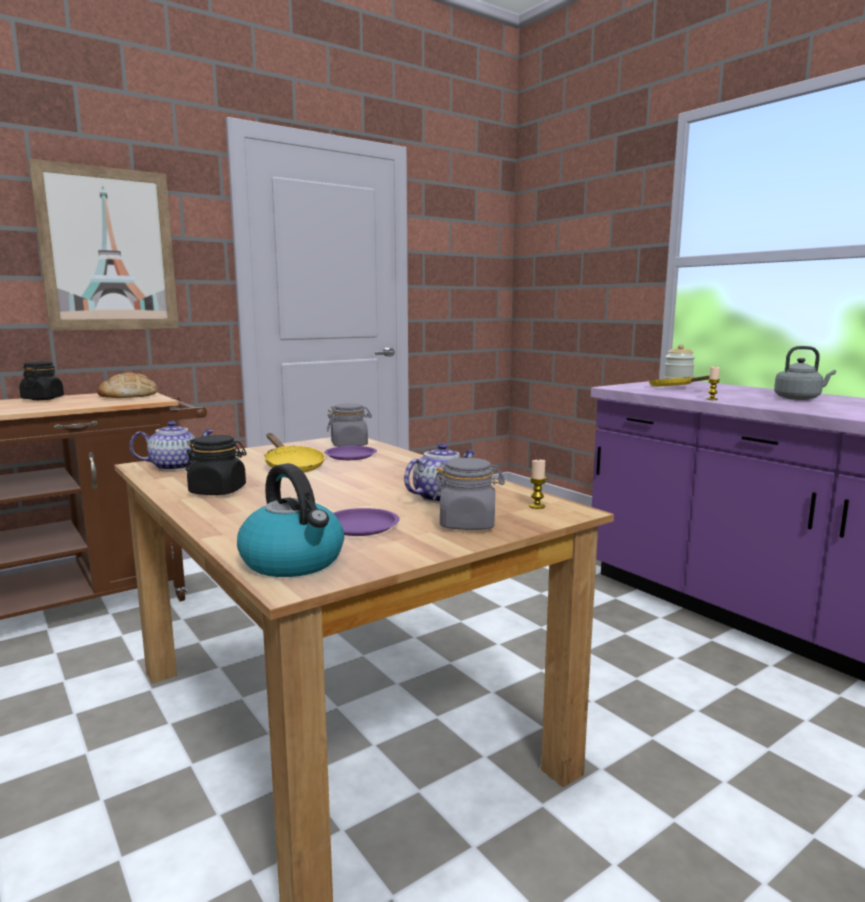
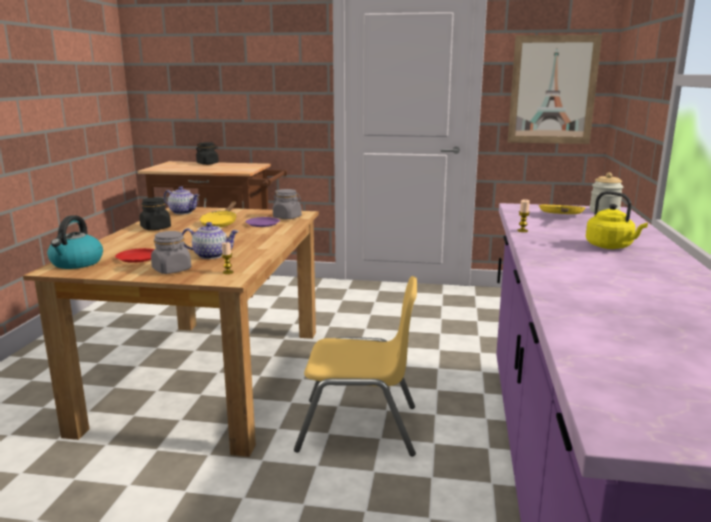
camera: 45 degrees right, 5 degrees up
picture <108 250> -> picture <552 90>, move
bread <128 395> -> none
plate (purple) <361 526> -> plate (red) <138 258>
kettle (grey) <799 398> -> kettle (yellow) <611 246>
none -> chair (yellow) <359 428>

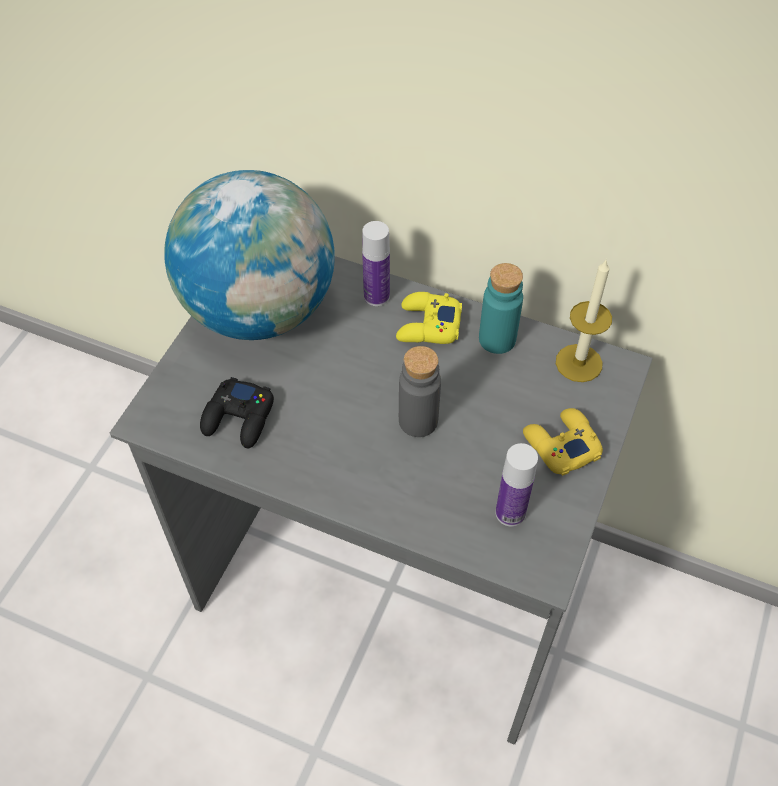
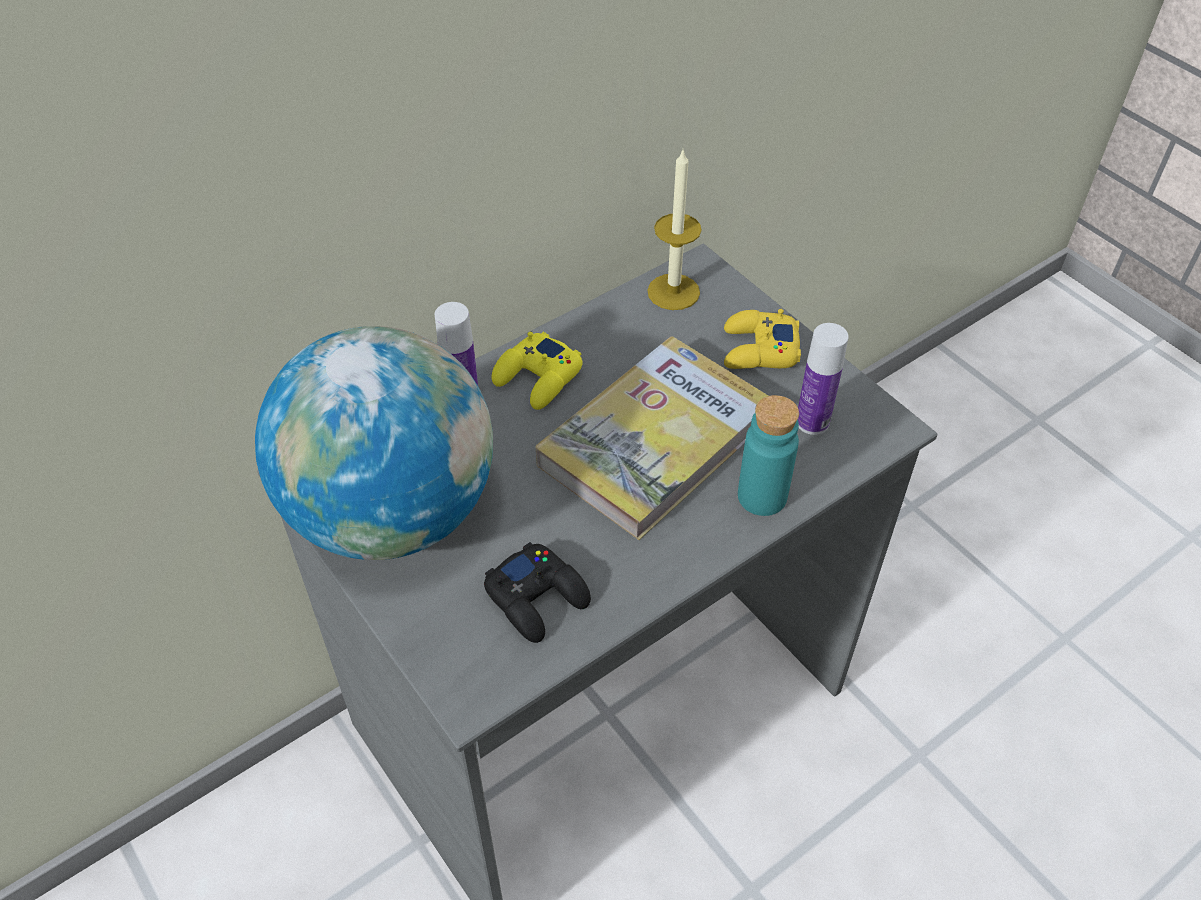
camera: 60 degrees left, 5 degrees down
bottle (grey) <418 421> -> book <655 441>
bottle (turquoise) <497 339> -> bottle (turquoise) <762 496>, move

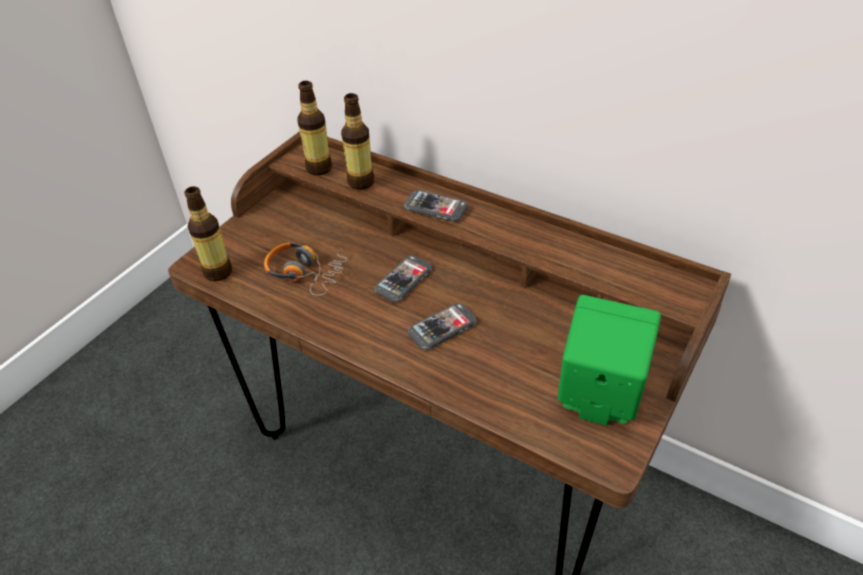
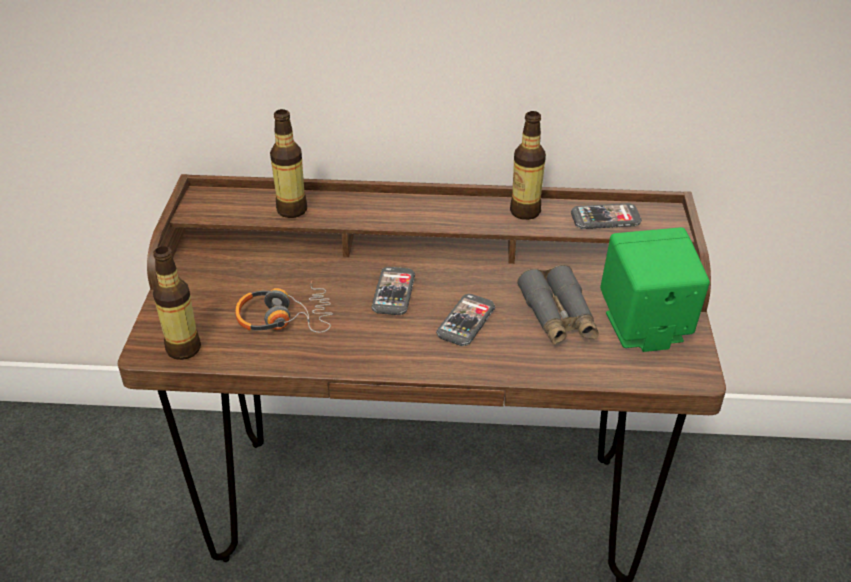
camera: 30 degrees left, 5 degrees down
bottle <319 168> -> bottle <525 212>, move
phone <435 207> -> phone <605 218>, move
none -> binoculars (grey) <558 316>

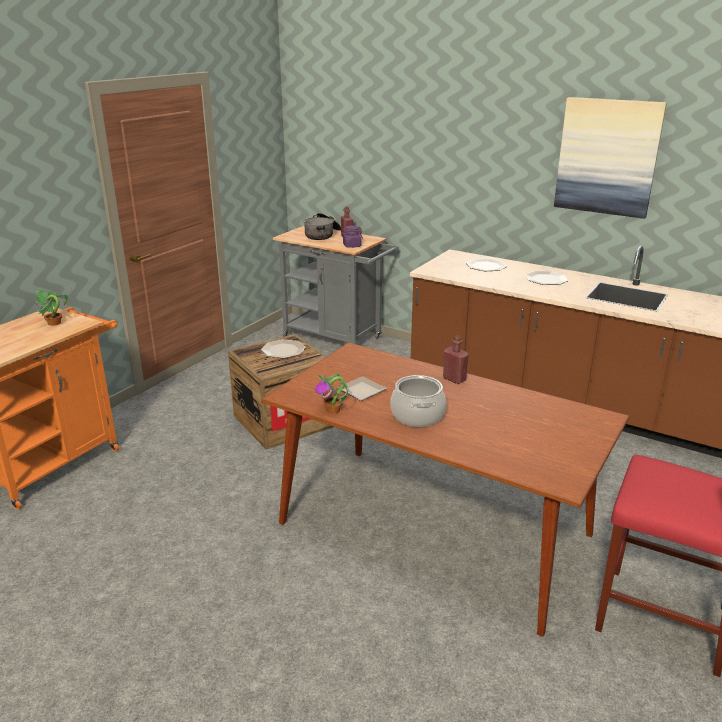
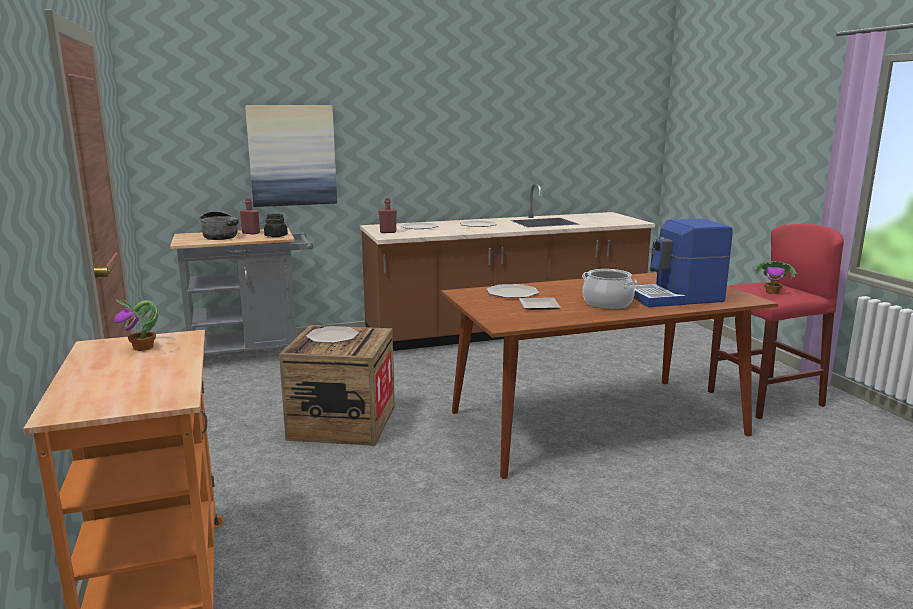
camera: 50 degrees left, 10 degrees down
potted plant <333 410> -> potted plant <772 292>, move
jar (purple) <352 246> -> jar (black) <276 236>
bottle (red) <454 379> -> bottle (red) <388 232>, move
picture <607 157> -> picture <292 155>, move
none -> plate <512 293>
none -> coffee machine <676 298>

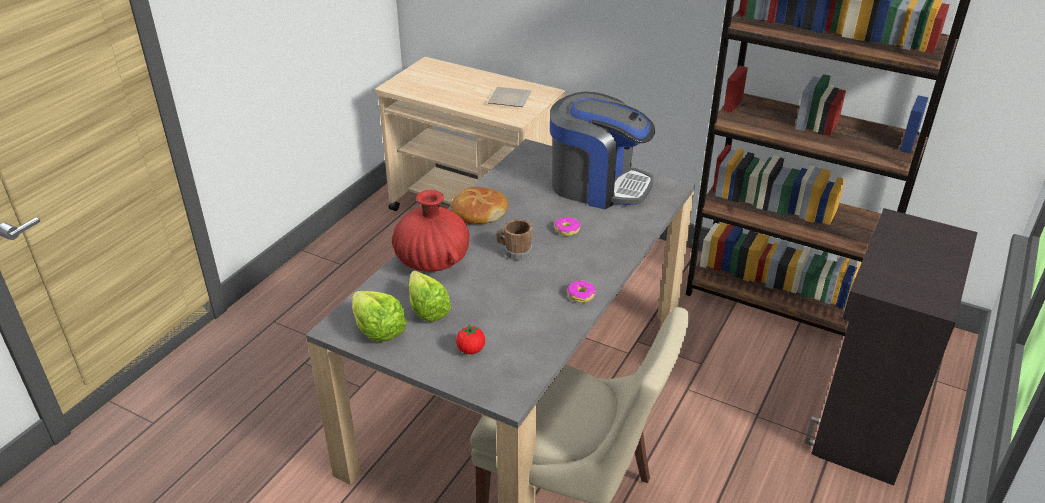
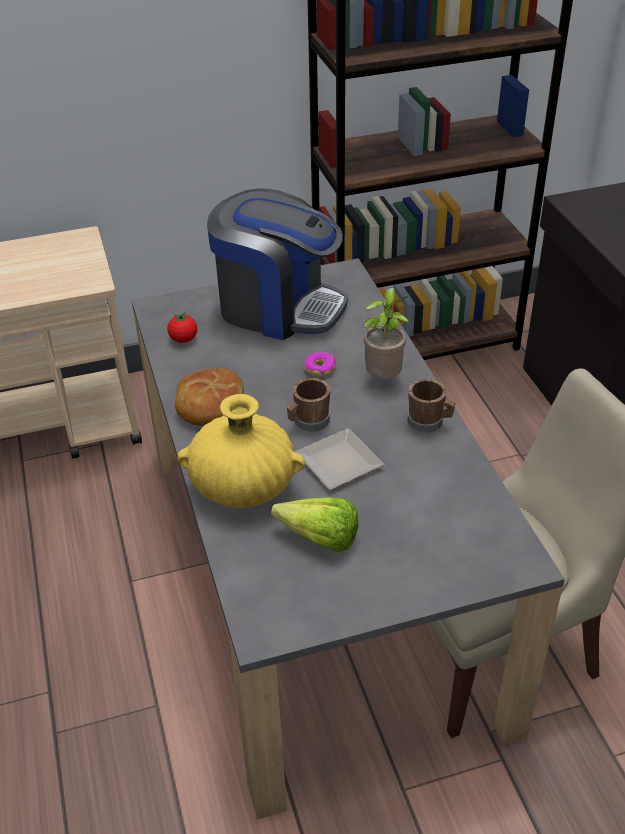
camera: 45 degrees left, 5 degrees up
lettuce <378 329> -> none
vase (red) <432 261> -> vase (yellow) <243 486>
tomato <471 350> -> tomato <183 339>, move
plate <508 100> -> plate <338 464>, move
coffee machine <597 185> -> coffee machine <278 307>, 45 degrees clockwise
donut <581 295> -> mug (brown) <429 422>
none -> potted plant <384 378>

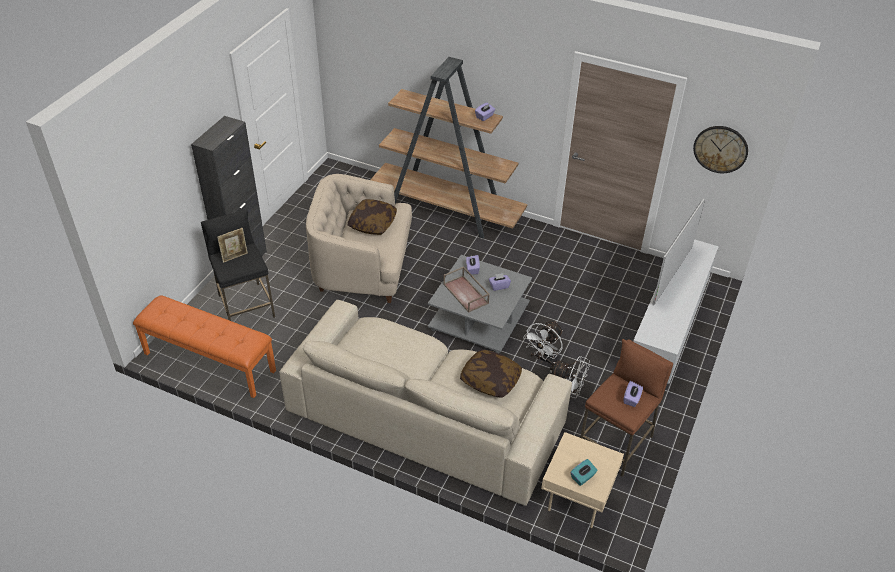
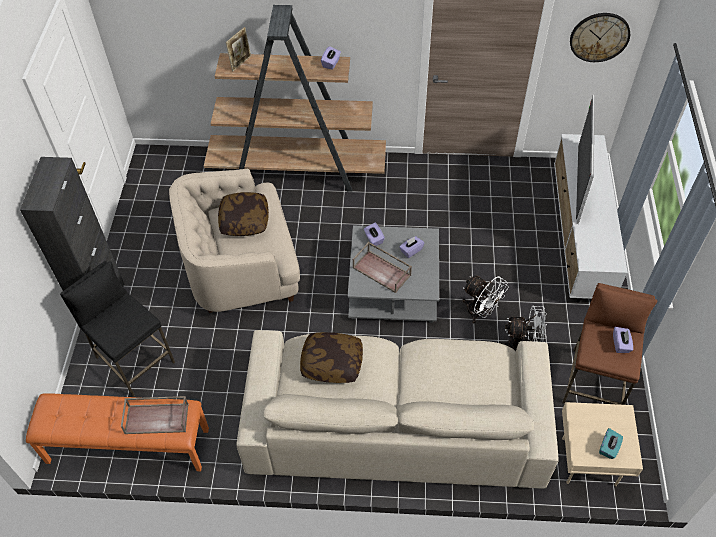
camera: 20 degrees left, 10 degrees up
picture frame <235 257> -> picture frame <240 63>, move
pillow <490 380> -> pillow <332 363>, move
fan (white) <543 359> -> fan (white) <480 312>, 60 degrees counterclockwise
none -> tray (brown) <157 418>

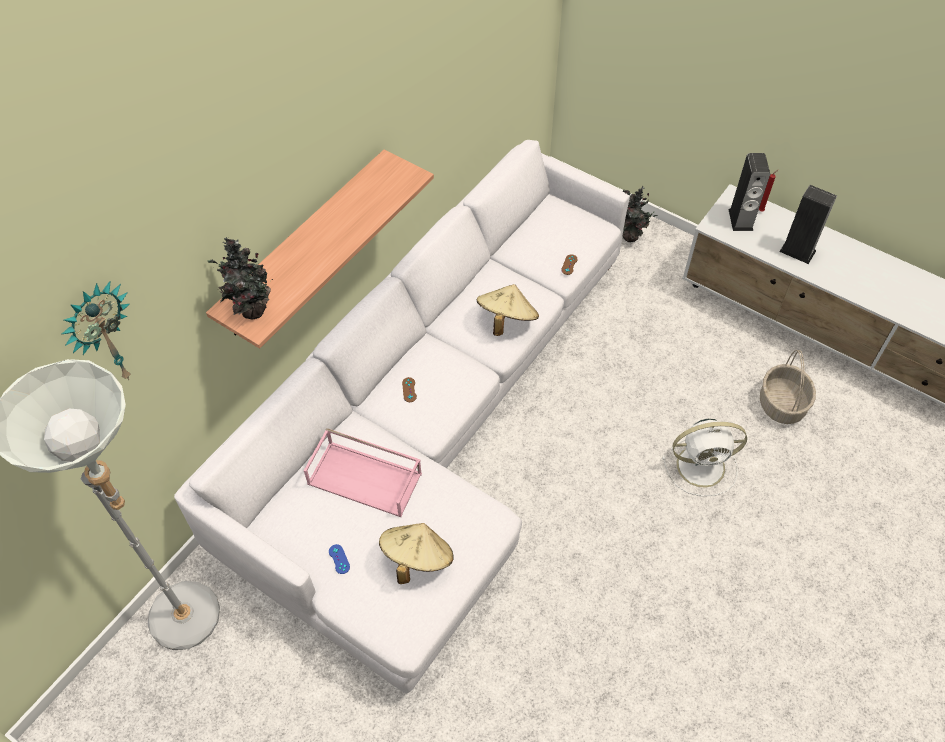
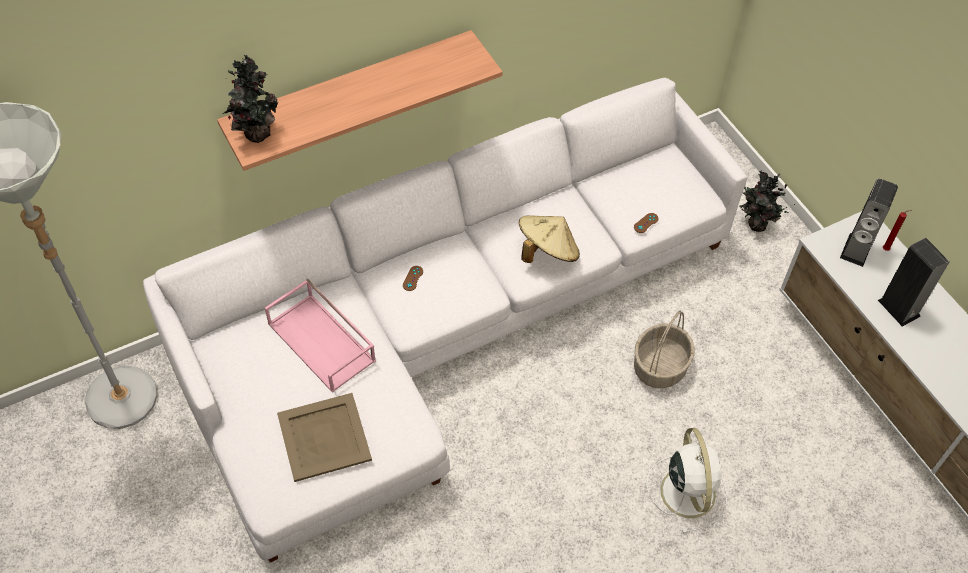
camera: 25 degrees right, 0 degrees up
wall clock <102 335> -> none
game controller (blue) <339 559> -> none
hat (beige) <416 558> -> tray (beige) <323 436>
fan (white) <703 466> -> fan (white) <687 490>, 120 degrees counterclockwise
basket <782 405> -> basket <660 367>, move

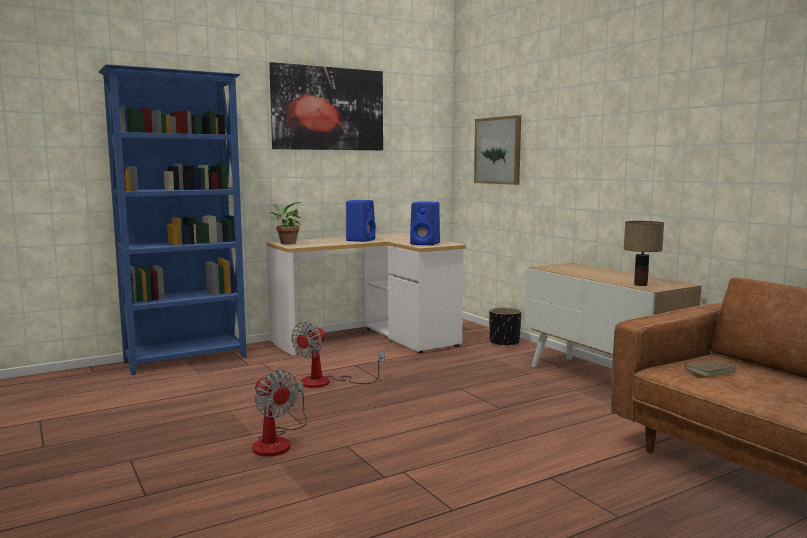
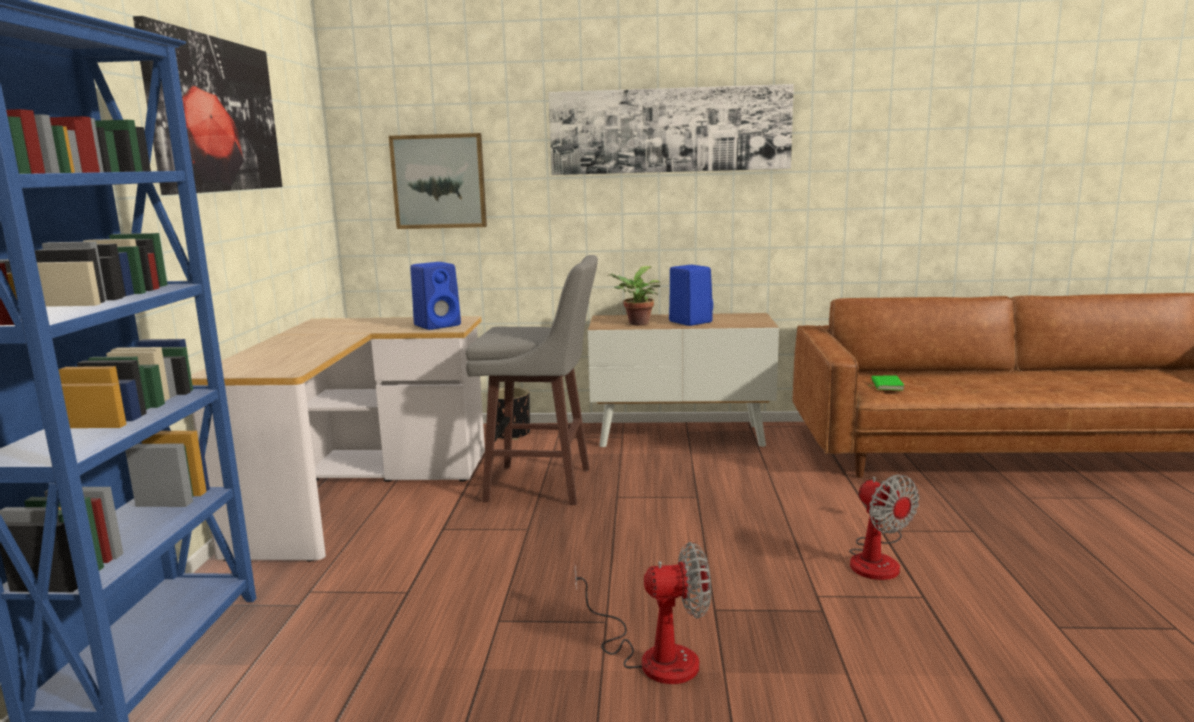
camera: 55 degrees left, 5 degrees up
potted plant <286 243> -> potted plant <636 324>, move
fan <326 382> -> fan <877 559>, move
speaker (blue) <360 240> -> speaker (blue) <689 322>, move
table lamp <641 285> -> none
book (brown) <708 370> -> book (green) <885 385>
none -> stool (grey) <542 485>
none -> picture <669 130>

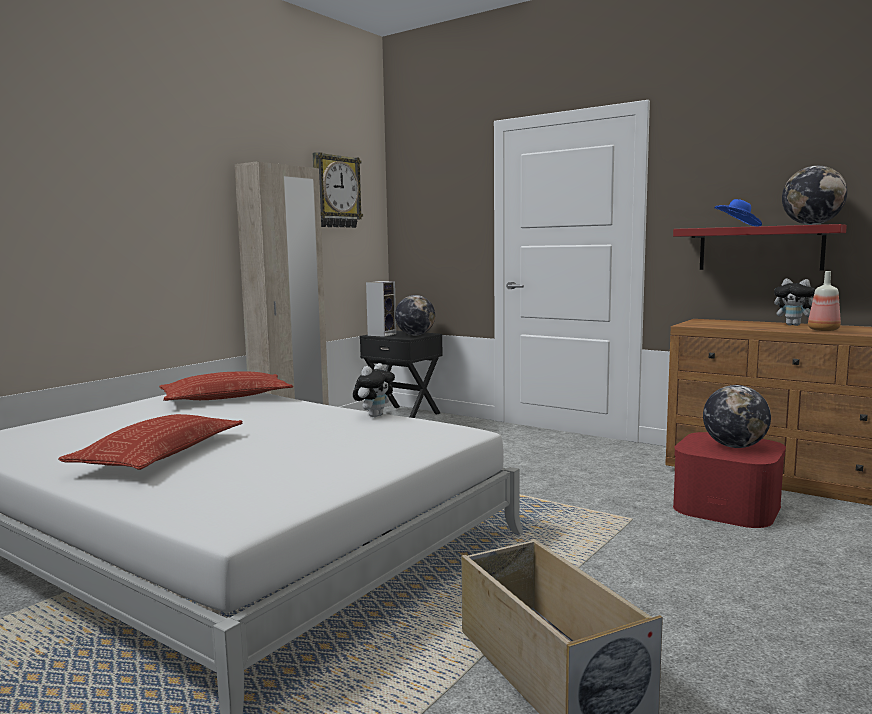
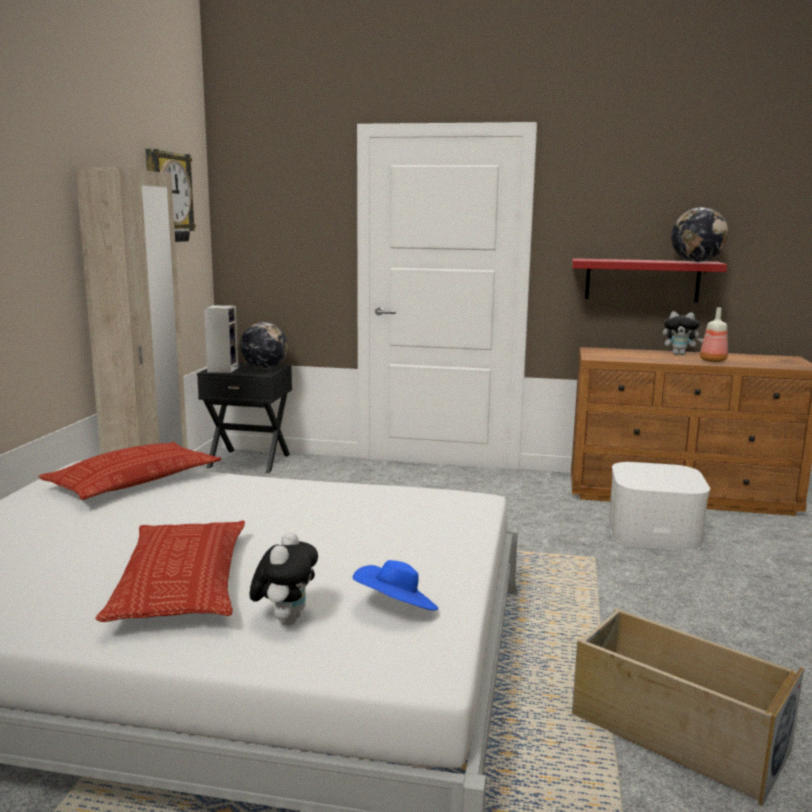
camera: 25 degrees left, 5 degrees up
plush toy <374 415> -> plush toy <286 619>, move
storage box (red) <727 506> -> storage box (white) <654 530>
globe <734 446> -> none
hat (blue) <737 226> -> hat (blue) <396 609>, move

